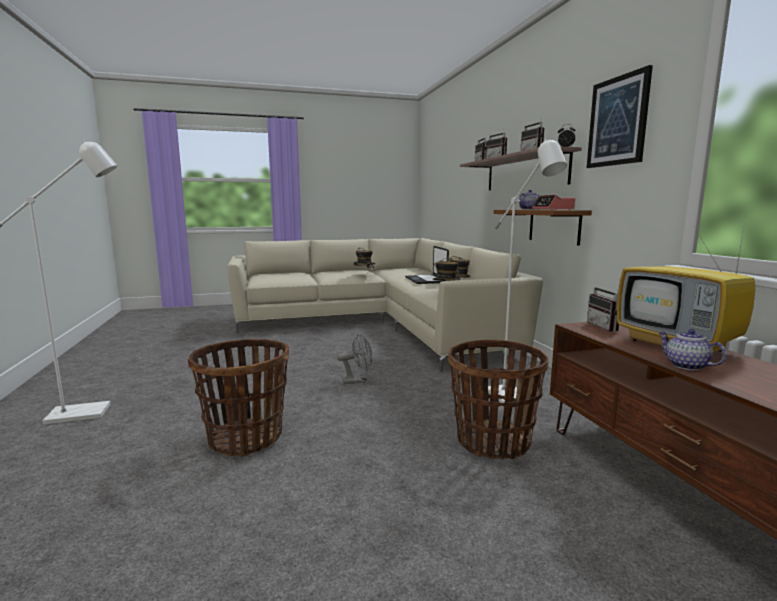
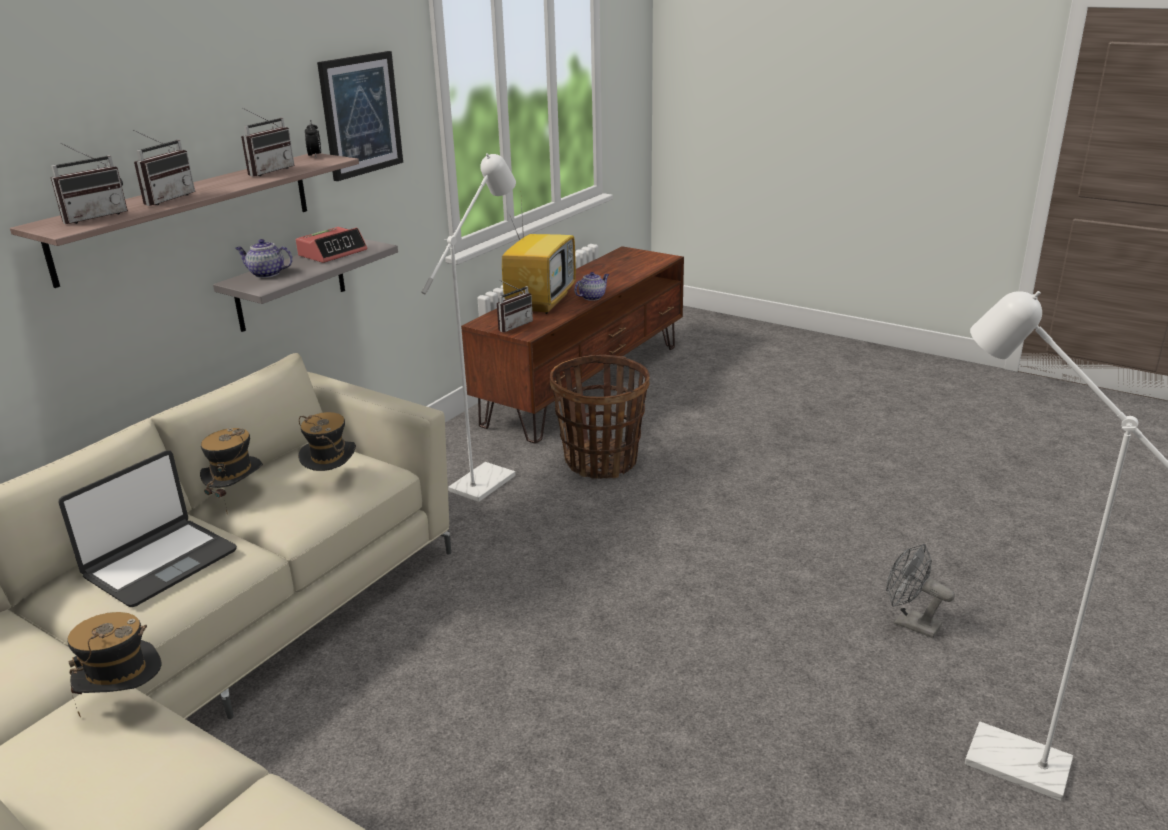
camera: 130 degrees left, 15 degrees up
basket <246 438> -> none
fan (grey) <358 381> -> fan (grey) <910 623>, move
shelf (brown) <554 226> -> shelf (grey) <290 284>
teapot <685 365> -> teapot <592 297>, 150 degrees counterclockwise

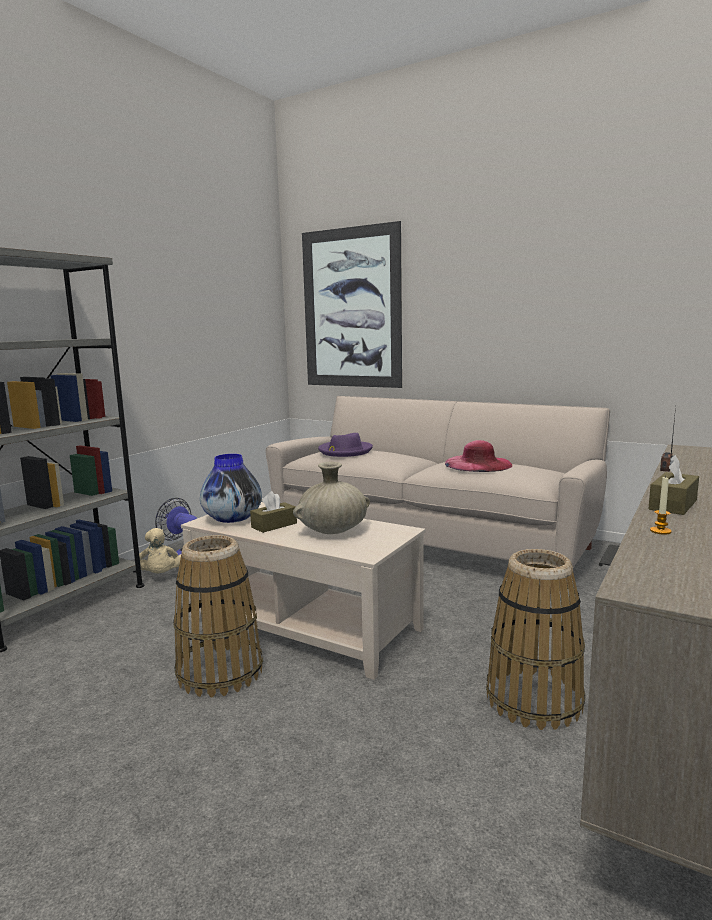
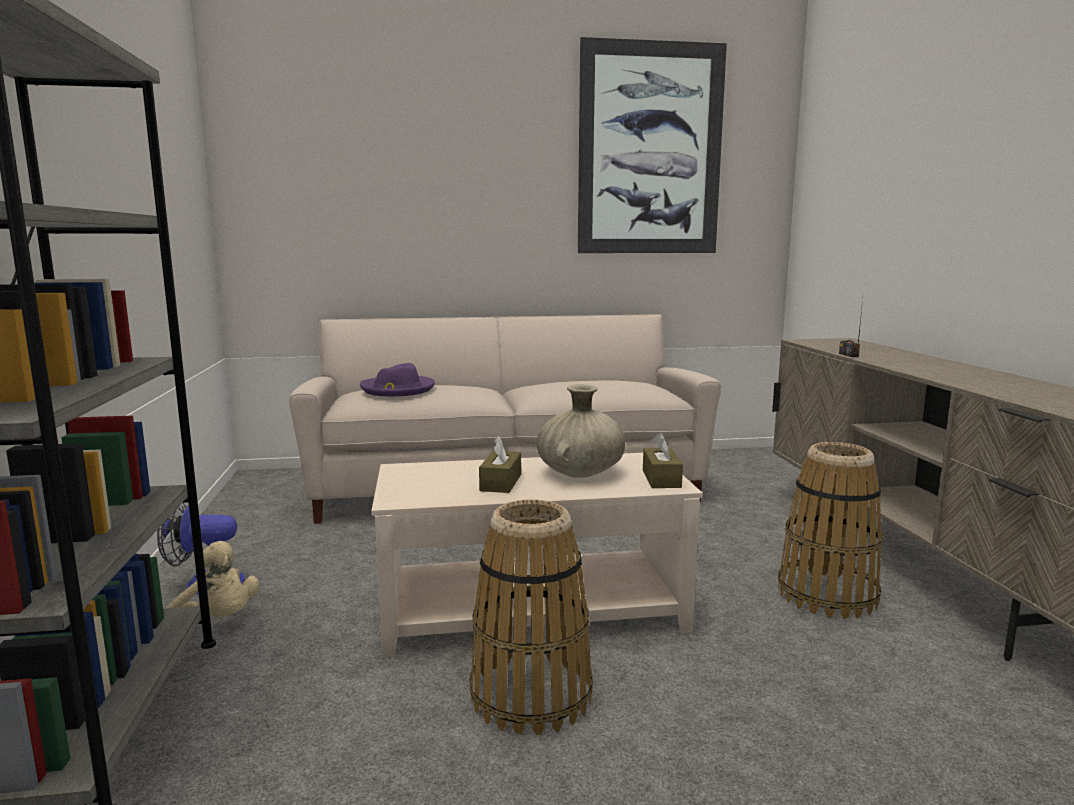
camera: 40 degrees left, 0 degrees up
vase <232 519> -> none
picture <351 309> -> picture <650 150>, move
hat (pink) <478 464> -> none
tissue box (brown) <673 505> -> tissue box (brown) <661 479>, move
candle <660 531> -> none

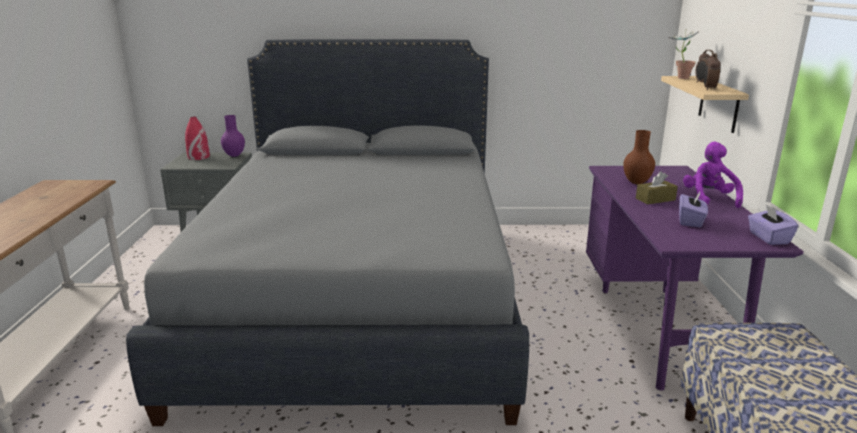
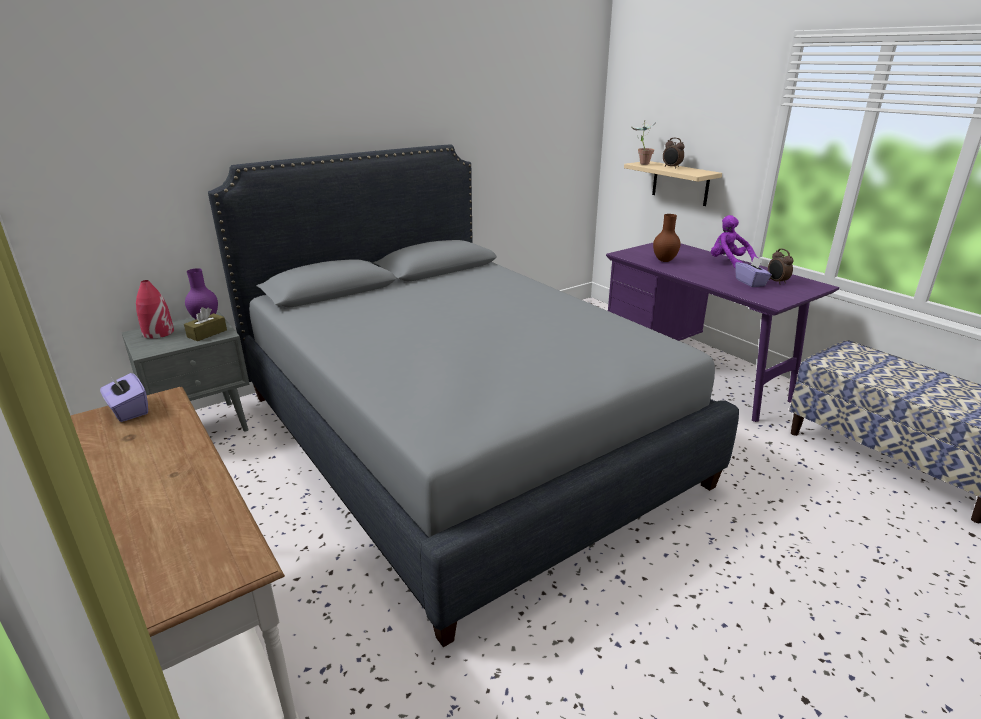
camera: 35 degrees left, 5 degrees up
tissue box (brown) <655 199> -> tissue box (brown) <207 333>, move
alarm clock <709 89> -> alarm clock <776 282>, move
tissue box (purple) <768 238> -> tissue box (purple) <128 410>, move

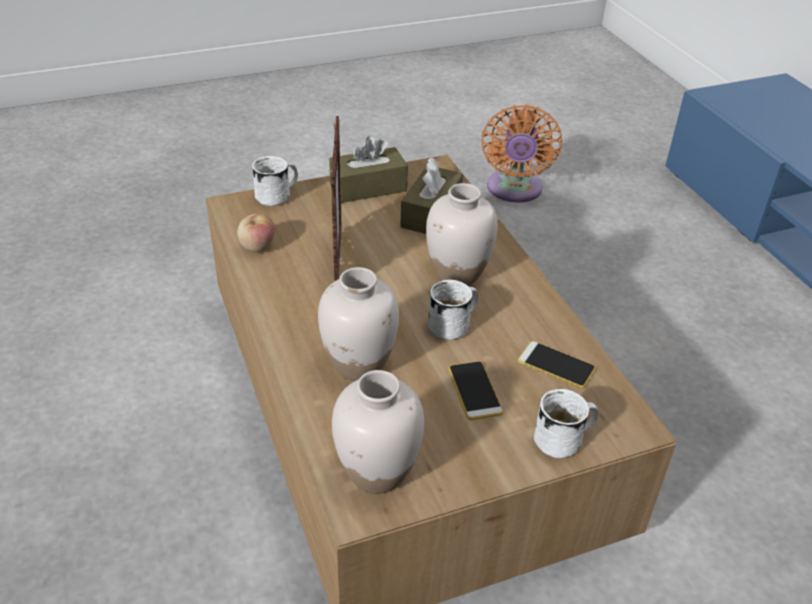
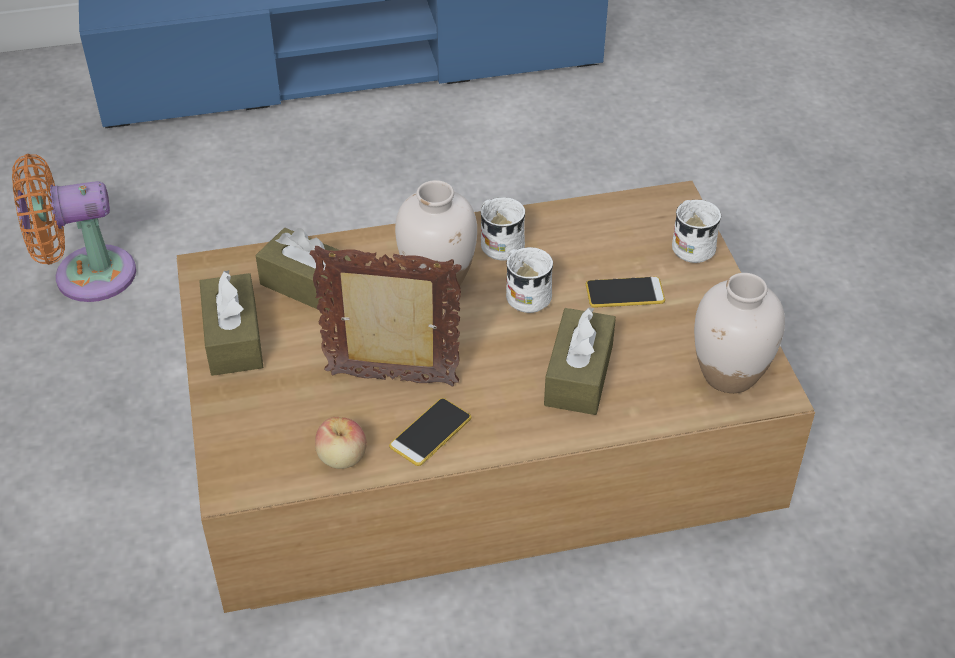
camera: 80 degrees left, 5 degrees up
mug (white) <278 196> -> mug (white) <499 243>, move
vase (white) <359 364> -> tissue box (brown) <579 375>
fan (orange) <514 190> -> fan (orange) <86 276>, 150 degrees clockwise
phone <556 365> -> phone <430 432>, move

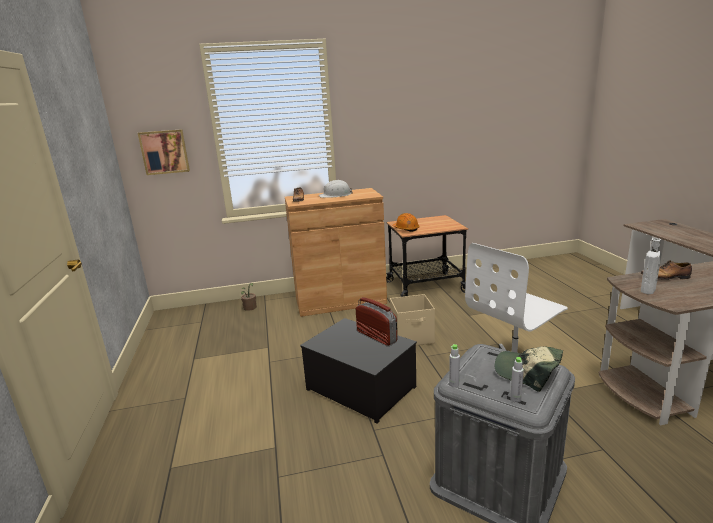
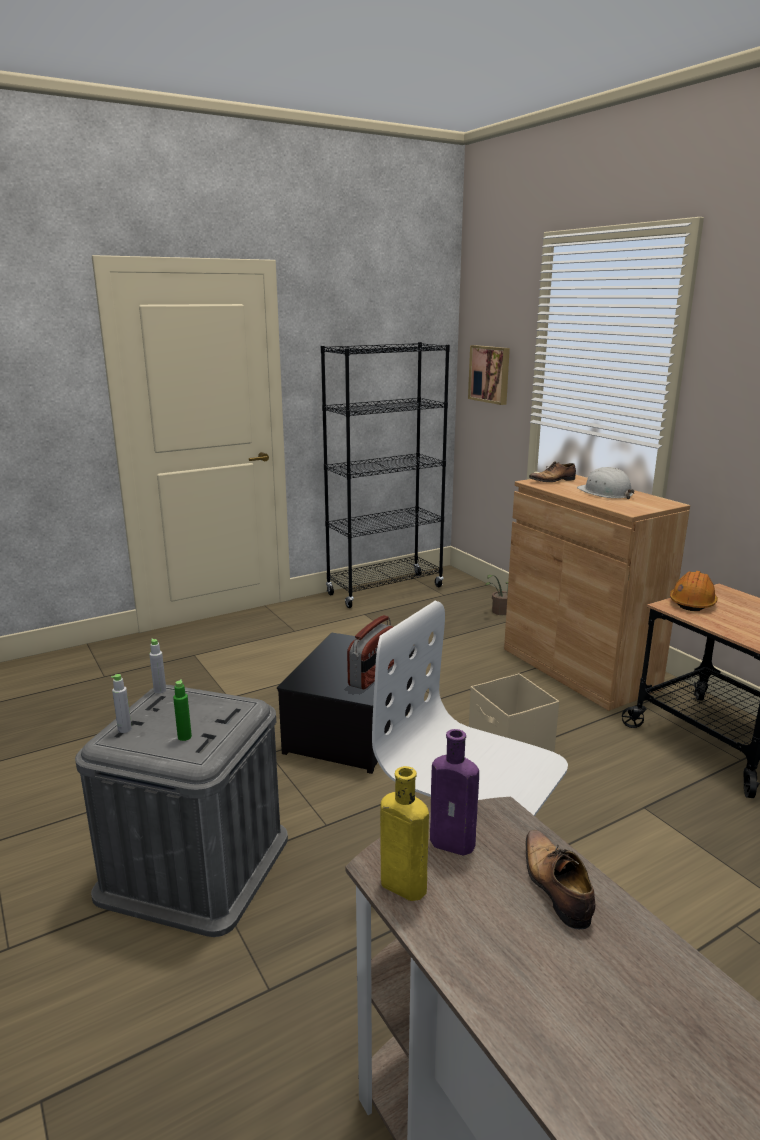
camera: 70 degrees right, 0 degrees up
cap <527 372> -> bottle (green) <184 737>
bottle (white) <648 290> -> bottle (purple) <455 843>
none -> bookcase (black) <385 590>
none -> bottle (yellow) <400 884>

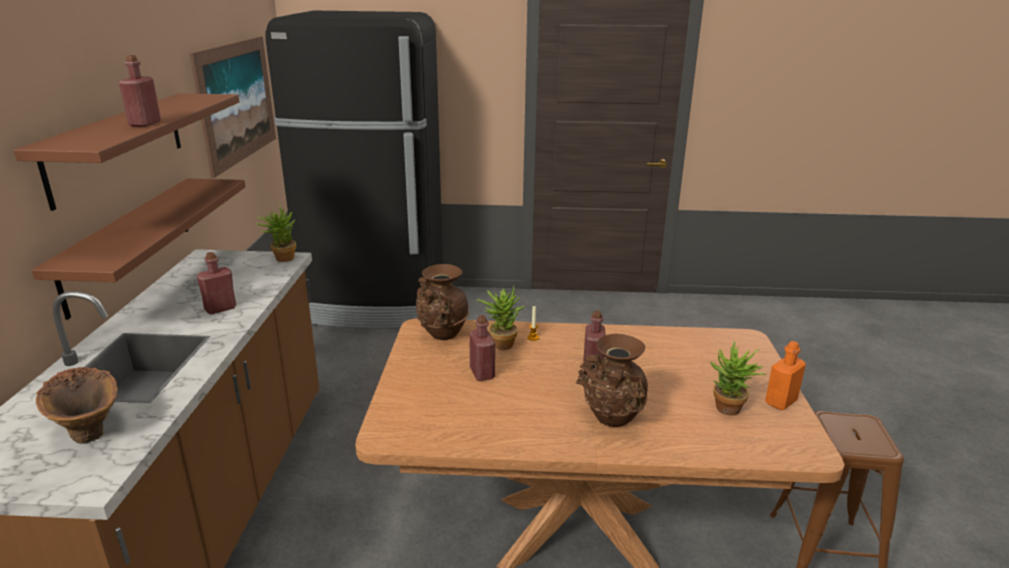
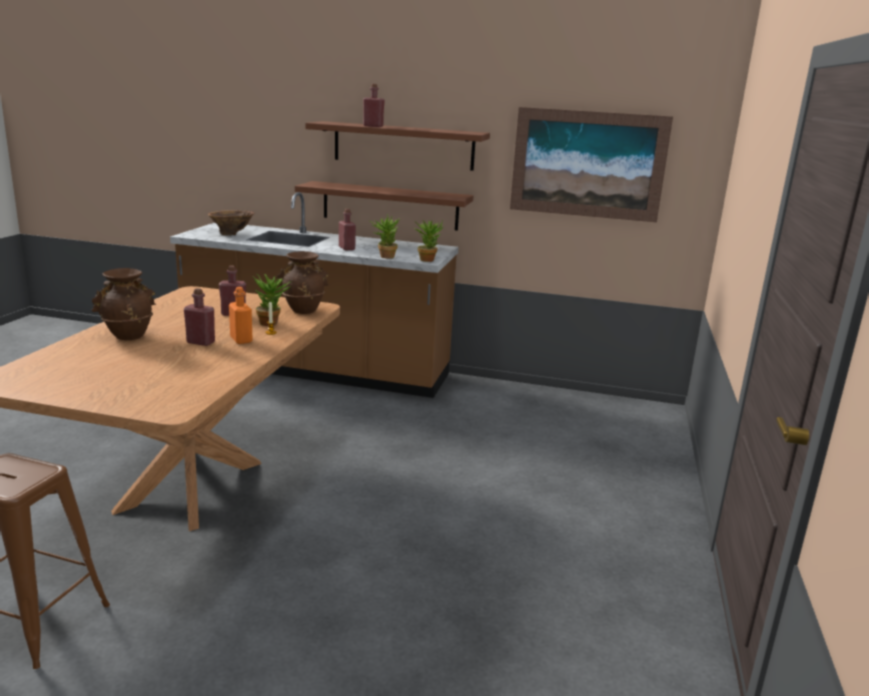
camera: 100 degrees right, 5 degrees down
fridge (black) <377 305> -> none
potted plant <728 412> -> potted plant <384 256>, move
bottle (orange) <781 402> -> bottle (orange) <241 340>, move

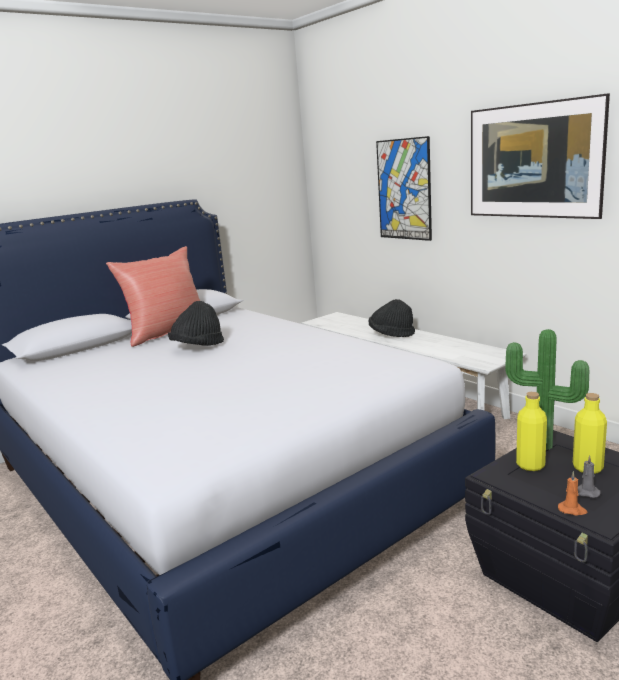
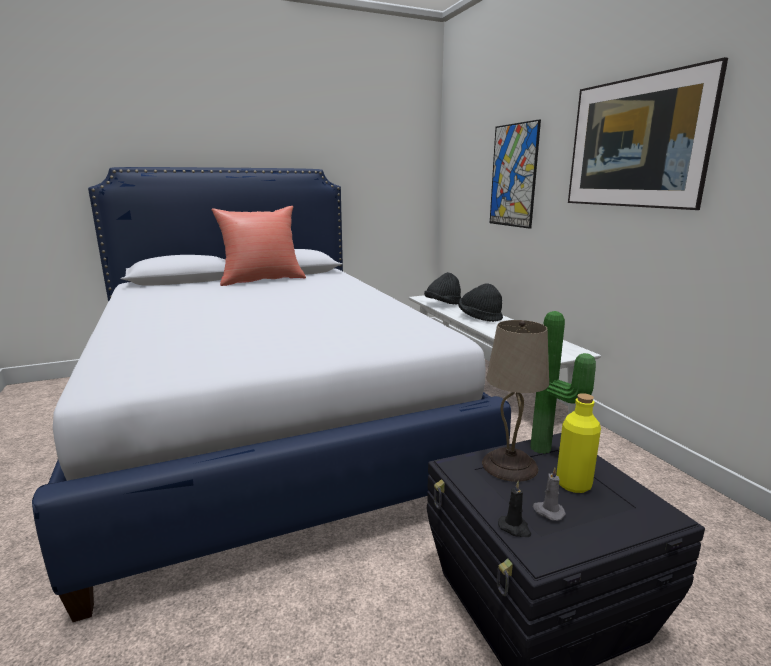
camera: 15 degrees right, 0 degrees up
hat (black) <198 347> -> hat (black) <442 304>, move
bottle (yellow) <530 465> -> table lamp (beige) <508 465>
candle (orange) <572 510> -> candle (black) <515 528>

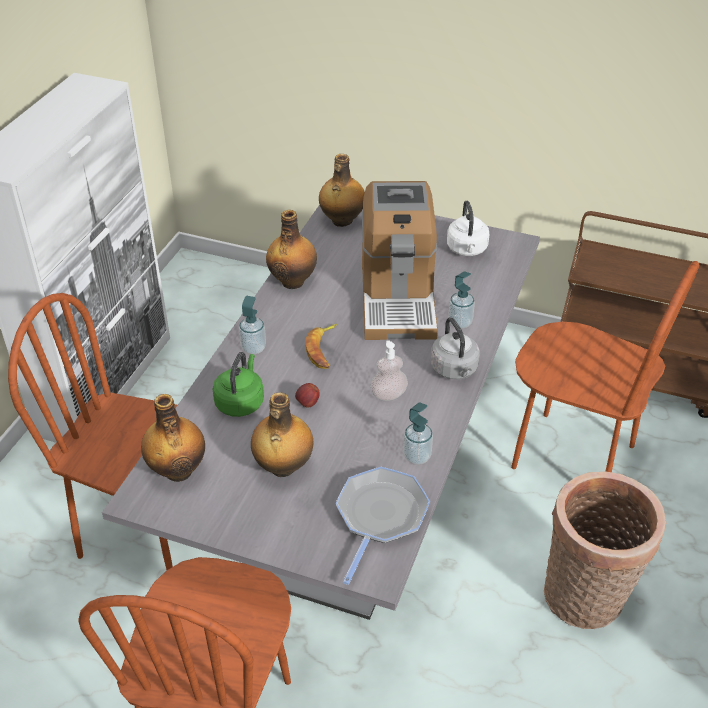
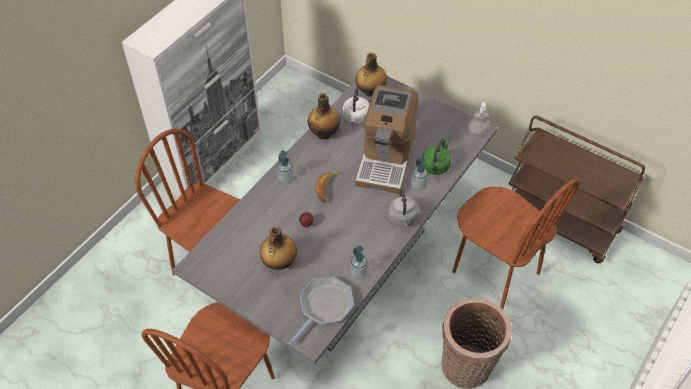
camera: 15 degrees right, 10 degrees up
bottle <178 470> -> none
kettle (green) <240 402> -> kettle (green) <436 165>, move
soap dispenser <388 395> -> soap dispenser <478 131>, move
kettle (white) <467 250> -> kettle (white) <356 118>, move

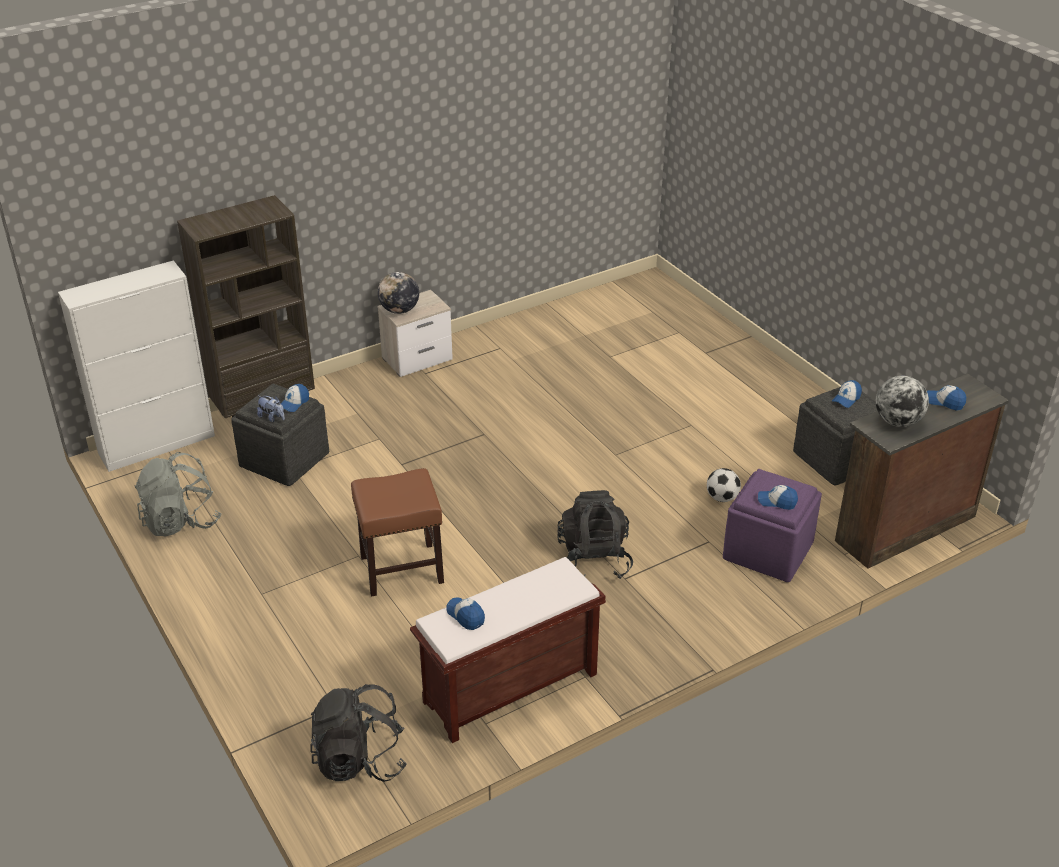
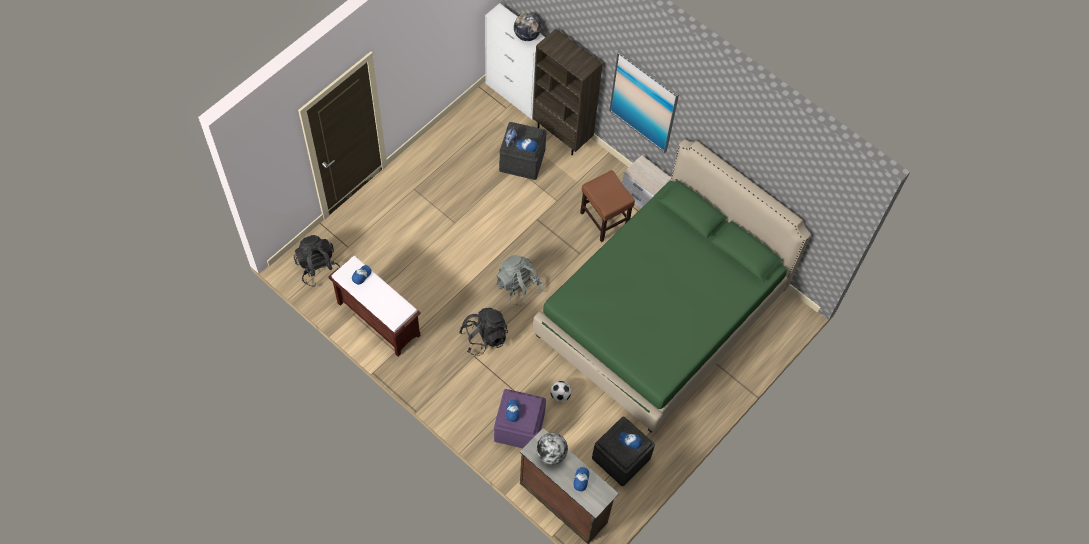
camera: 70 degrees right, 25 degrees up
backpack (grey) <181 521> -> backpack (grey) <518 287>, move
stool (brown) <400 570> -> stool (brown) <603 219>, move
globe <399 310> -> globe <527 35>, move
none -> bed (green) <661 313>
none -> picture <643 102>

